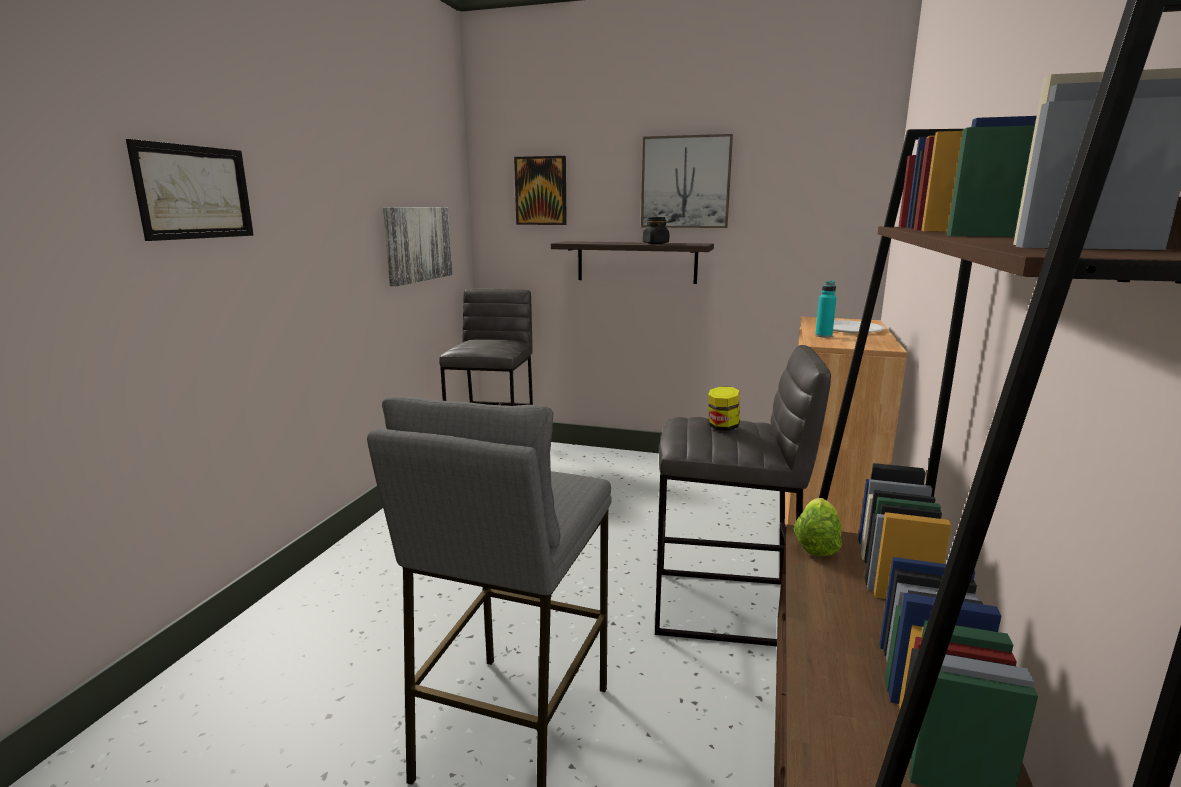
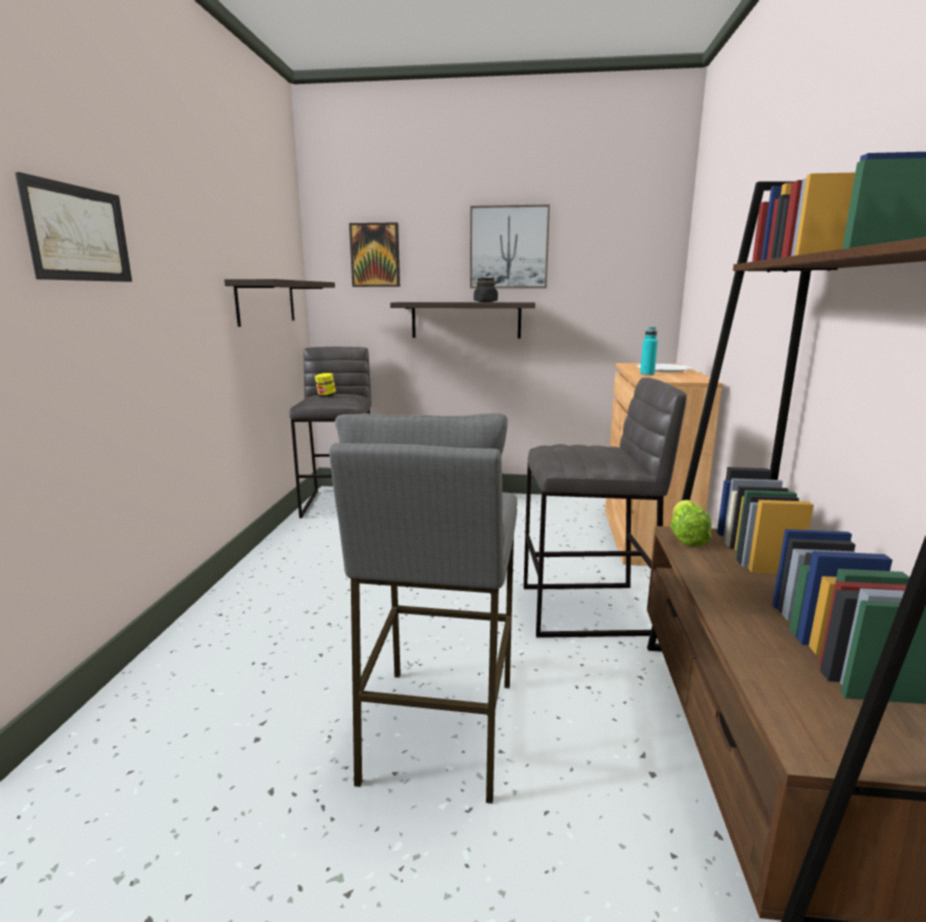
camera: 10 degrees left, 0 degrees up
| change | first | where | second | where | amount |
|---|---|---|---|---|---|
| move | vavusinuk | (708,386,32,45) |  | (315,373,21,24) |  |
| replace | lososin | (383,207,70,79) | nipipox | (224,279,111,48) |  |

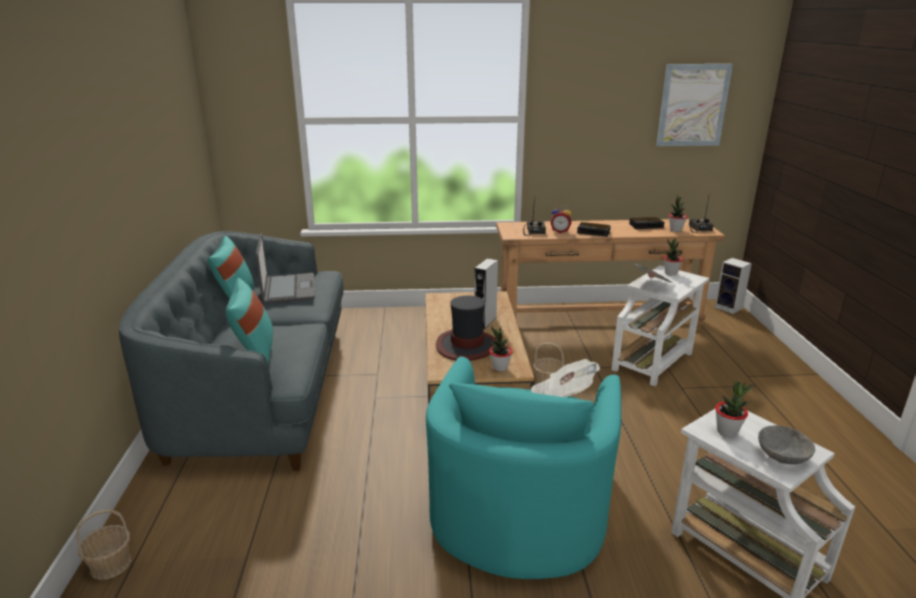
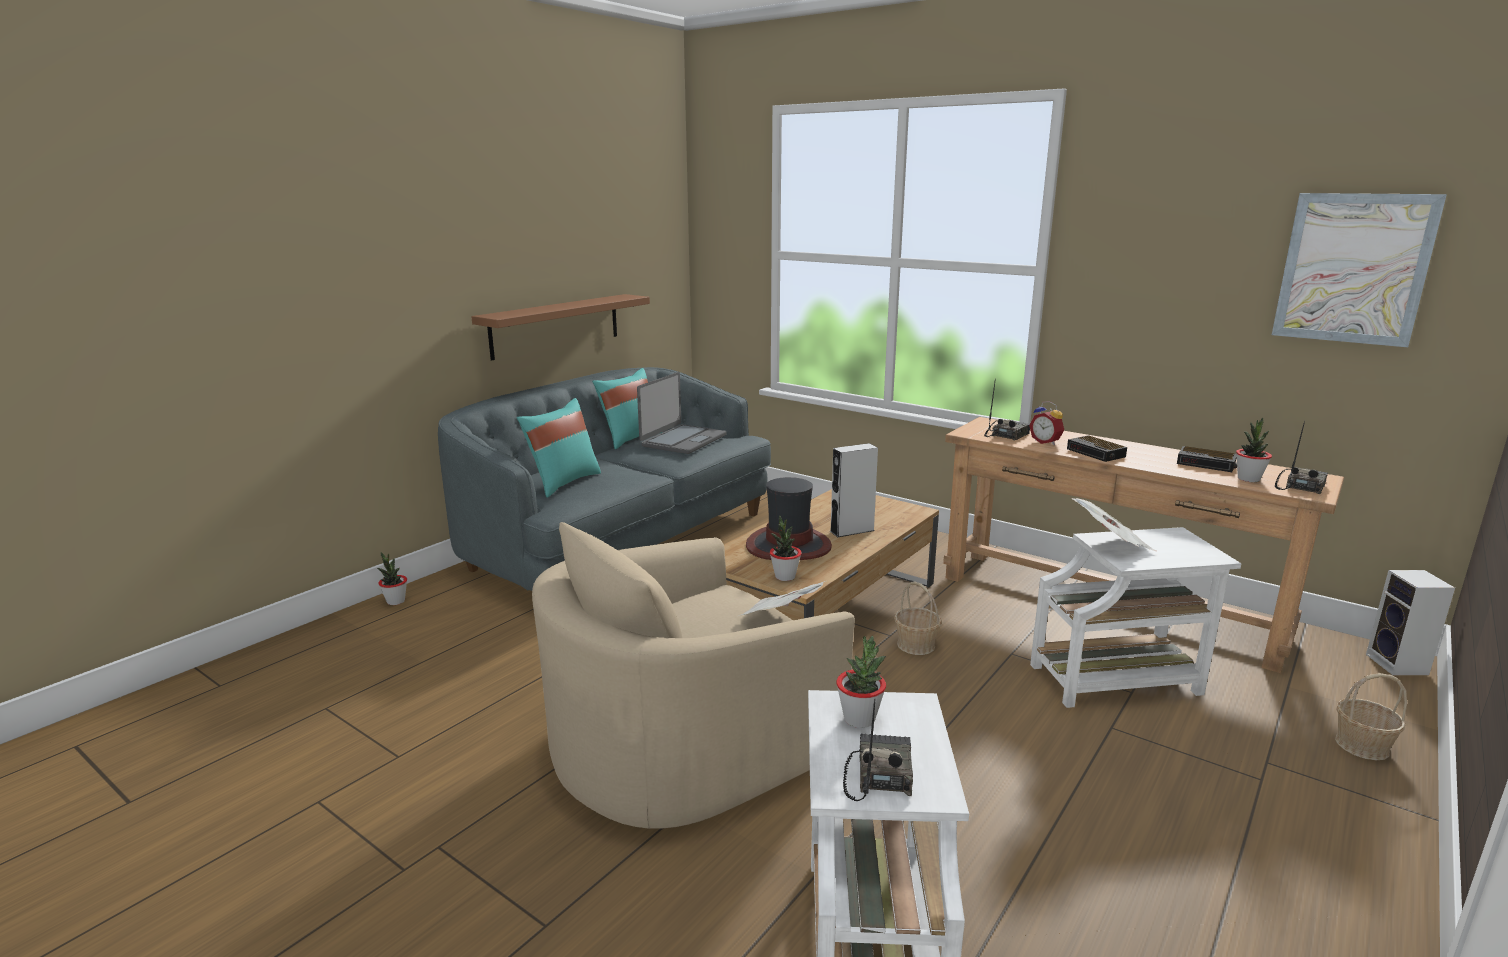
camera: 40 degrees right, 5 degrees down
| change | first | where | second | where | amount |
|---|---|---|---|---|---|
| insert |  |  | nipipox (brown) | (471,294,179,67) |  |
| move | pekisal | (76,509,55,71) |  | (1335,673,72,87) |  |
| move | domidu | (663,239,20,37) |  | (377,552,30,53) |  |
| replace | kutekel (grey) | (758,425,57,39) | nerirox | (843,699,70,102) |  |
| recolor | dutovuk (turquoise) | (426,356,195,223) | dutovuk (beige) | (532,522,323,307) |  |

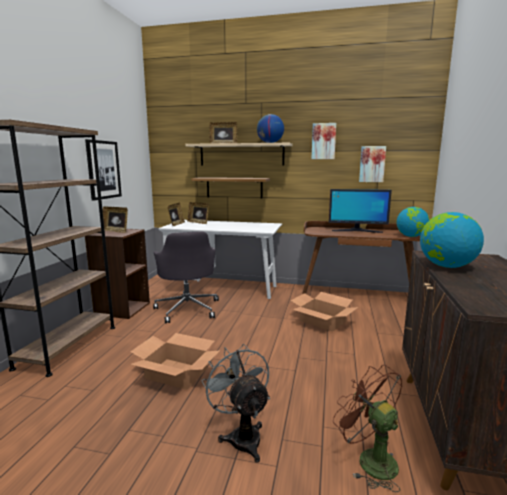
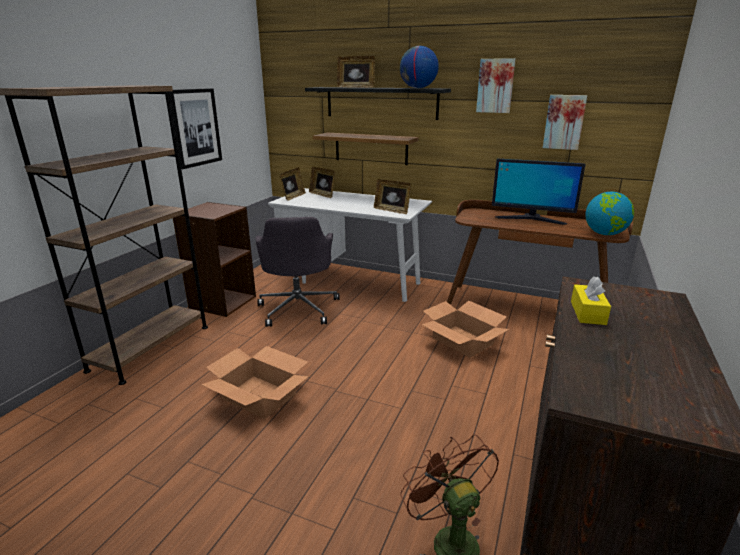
camera: 10 degrees right, 10 degrees up
| change | first | where | second | where | amount |
|---|---|---|---|---|---|
| delete | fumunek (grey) | (202,344,68,119) |  |  |  |
| move | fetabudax | (102,206,26,27) |  | (374,179,37,35) |  |
| replace | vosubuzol | (420,212,64,56) | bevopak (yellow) | (571,276,40,49) |  |
| recolor | nipipox (beige) | (186,143,107,23) | nipipox (black) | (305,87,146,33) |  |

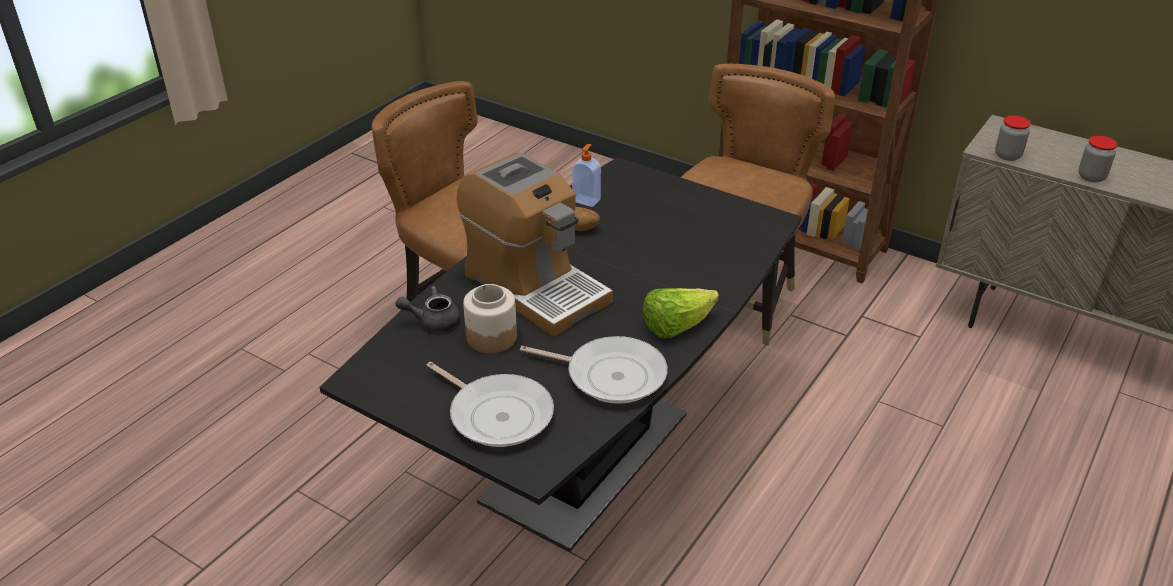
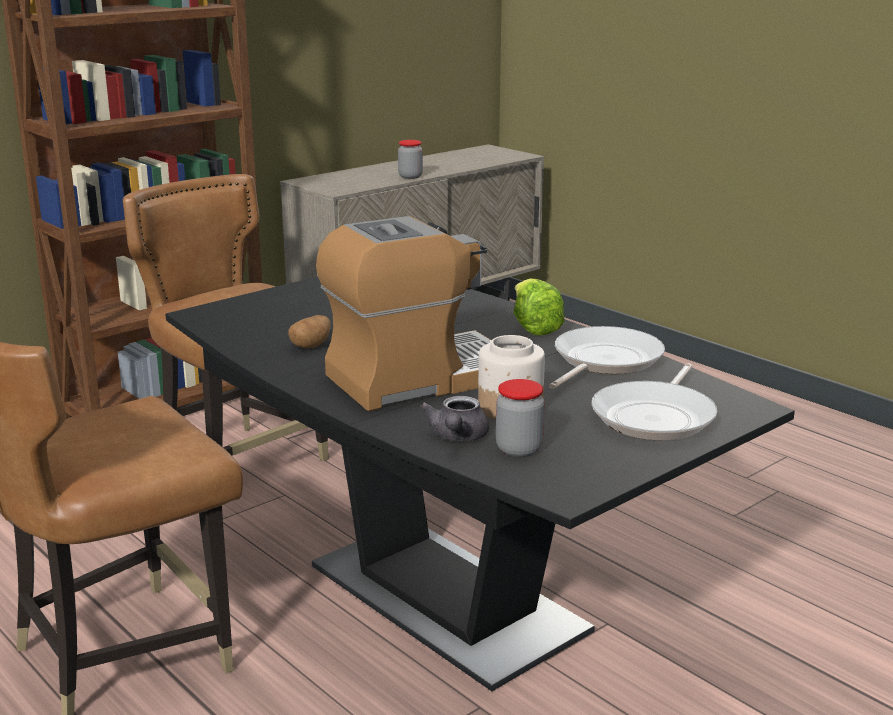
camera: 75 degrees left, 15 degrees down
| change | first | where | second | where | amount |
|---|---|---|---|---|---|
| delete | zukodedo | (572,144,29,63) |  |  |  |
| move | vavusinuk | (995,115,36,46) |  | (496,379,49,78) |  |
| rotate | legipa | (427,362,127,85) |  | (591,363,126,77) | 150 degrees clockwise |

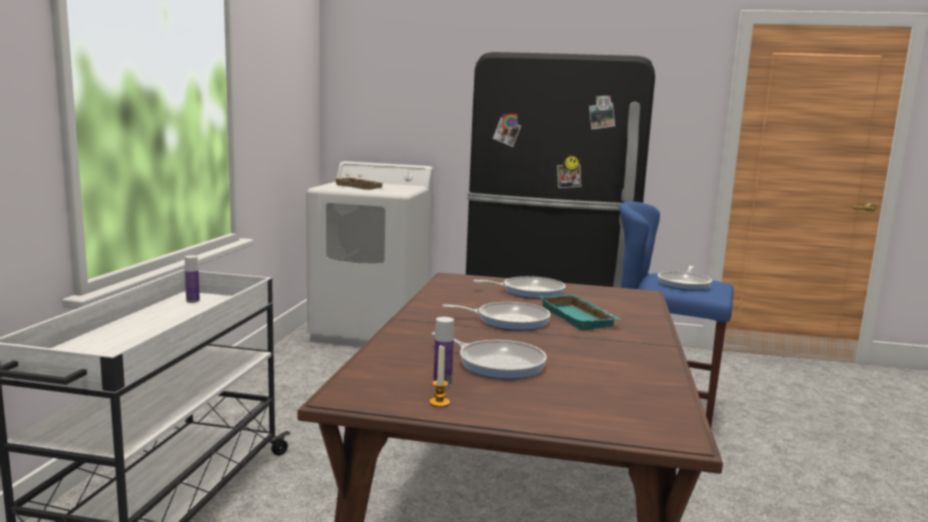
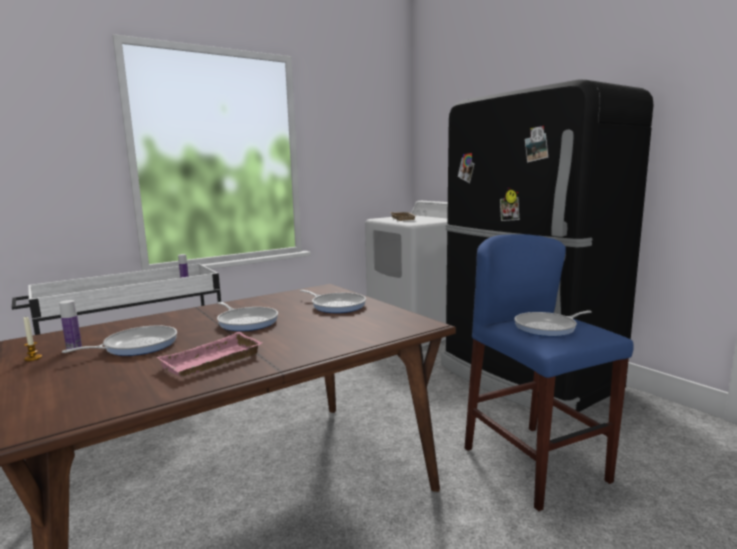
camera: 45 degrees right, 0 degrees up
| change | first | where | second | where | amount |
|---|---|---|---|---|---|
| delete | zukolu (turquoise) | (539,294,81,37) |  |  |  |
| insert |  |  | zukolu (pink) | (157,332,105,45) |  |
| rotate | legipa | (431,332,116,47) |  | (62,325,115,31) | 120 degrees counterclockwise |

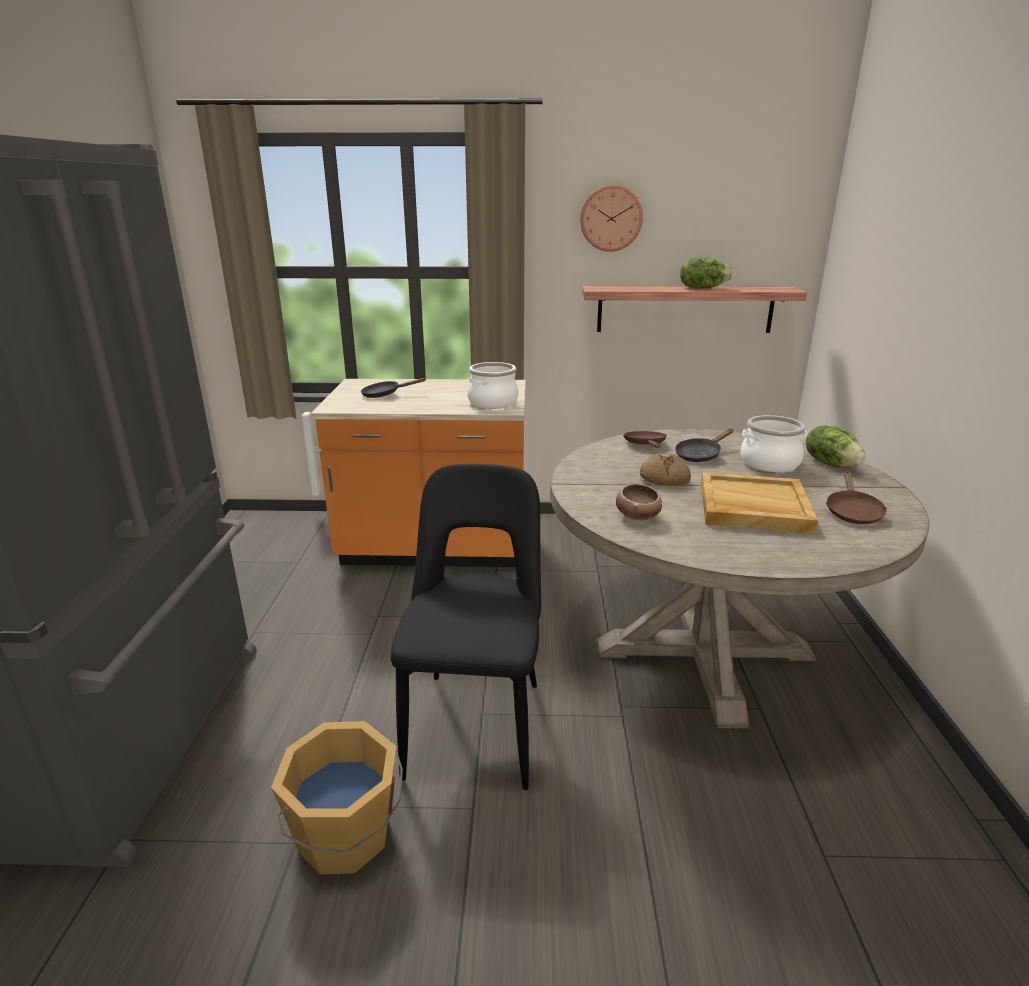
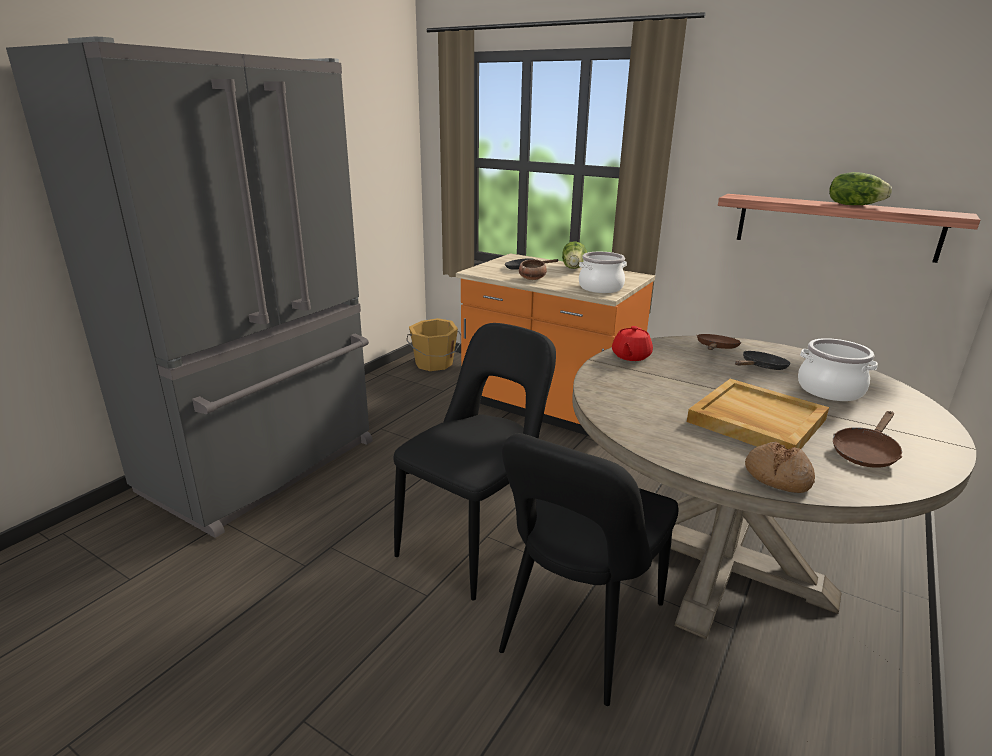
camera: 30 degrees right, 0 degrees up
| change | first | where | second | where | amount |
|---|---|---|---|---|---|
| delete | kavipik | (580,185,63,67) |  |  |  |
| insert |  |  | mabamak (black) | (499,433,179,273) |  |
| insert |  |  | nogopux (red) | (612,326,41,35) |  |
| move | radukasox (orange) | (271,721,132,154) |  | (406,318,55,53) |  |
| move | kutekel | (616,484,46,37) |  | (519,259,28,21) |  |
| move | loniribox | (640,454,51,32) |  | (745,442,70,51) |  |
| move | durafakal | (806,425,60,42) |  | (562,241,25,28) |  |
| rotate | legipa (black) | (675,429,58,33) |  | (735,351,56,19) | 150 degrees clockwise |

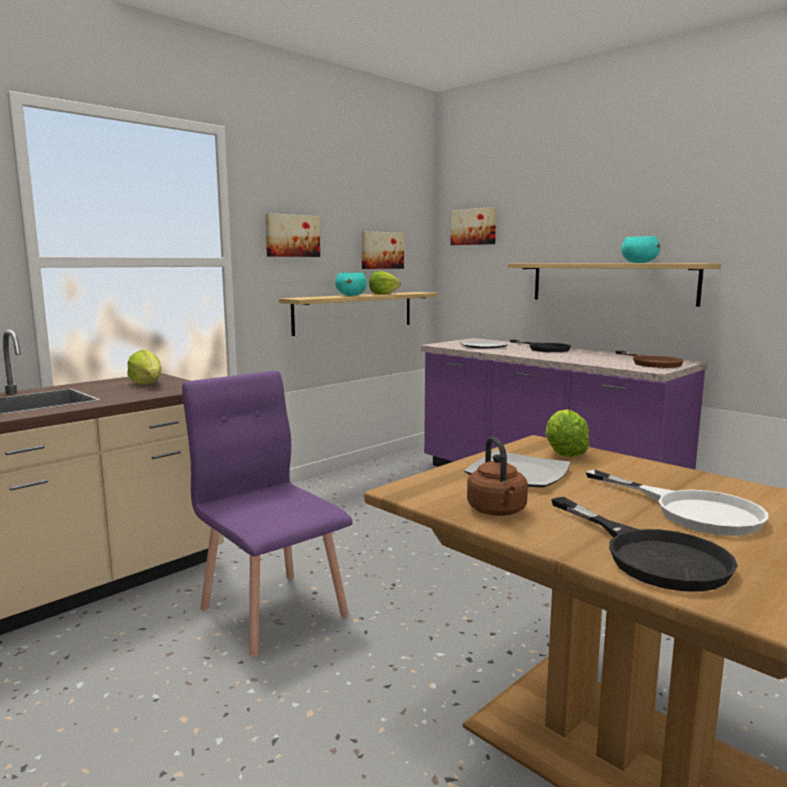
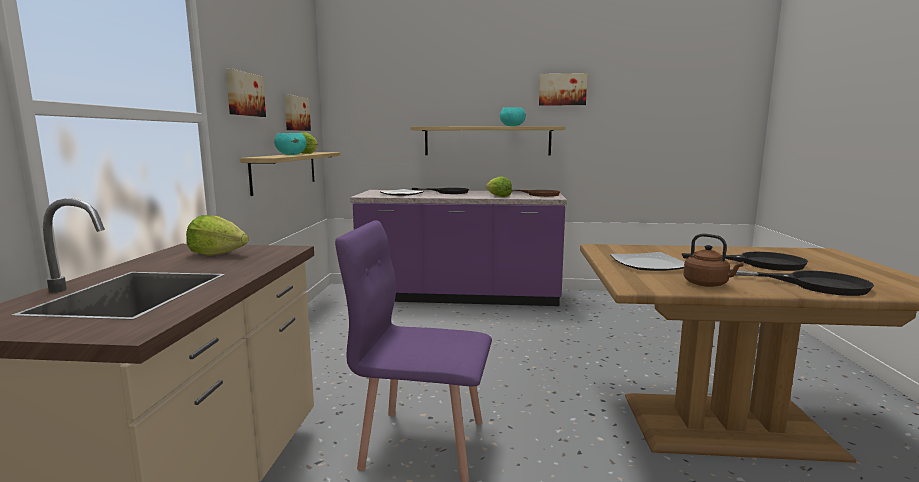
camera: 40 degrees left, 0 degrees up
| change | first | where | second | where | amount |
|---|---|---|---|---|---|
| move | lososin | (450,207,46,38) |  | (539,73,48,33) |  |
| move | durafakal | (545,409,45,48) |  | (486,176,26,21) |  |
| recolor | legipa (white) | (586,469,183,67) | legipa (black) | (682,252,126,19) |  |

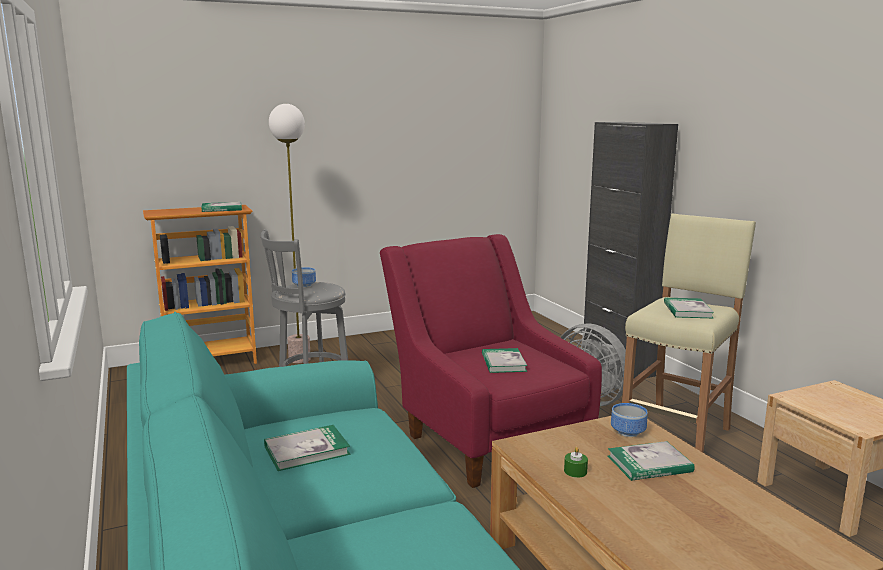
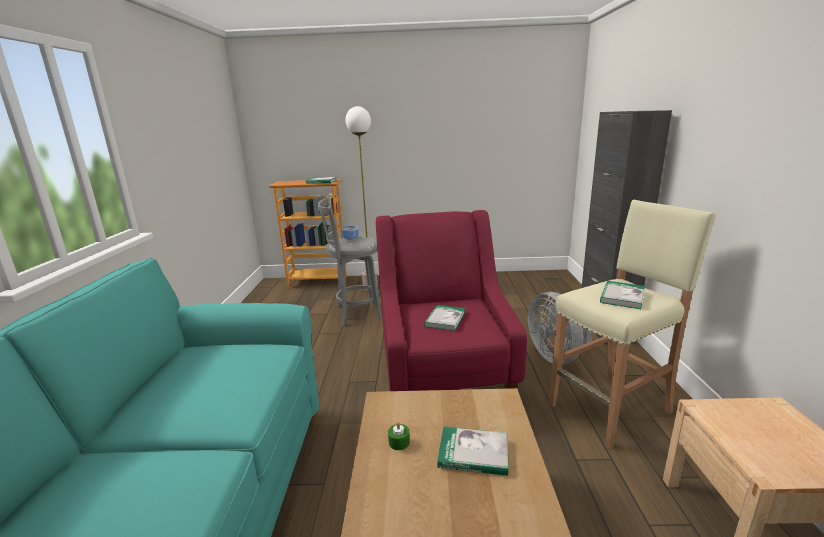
camera: 25 degrees right, 5 degrees up
| change | first | where | second | where | amount |
|---|---|---|---|---|---|
| delete | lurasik | (264,425,87,46) |  |  |  |
| delete | kutekel | (611,403,37,34) |  |  |  |

